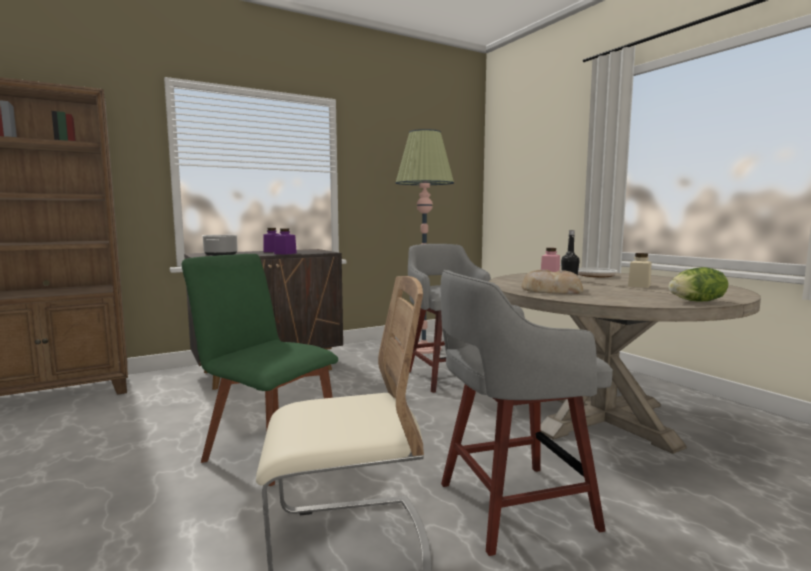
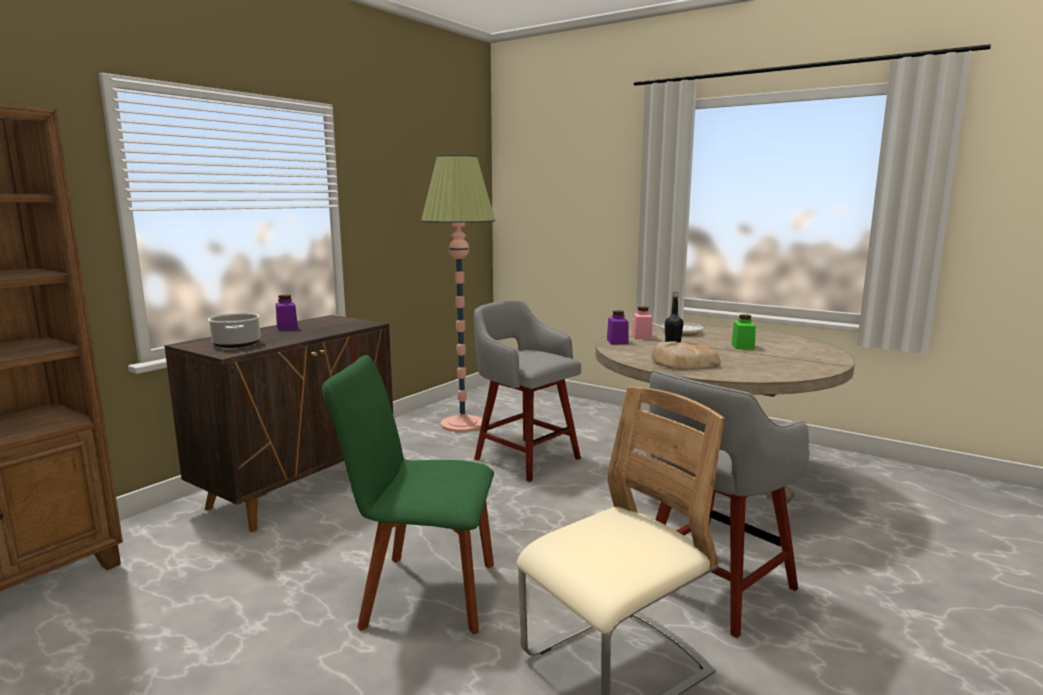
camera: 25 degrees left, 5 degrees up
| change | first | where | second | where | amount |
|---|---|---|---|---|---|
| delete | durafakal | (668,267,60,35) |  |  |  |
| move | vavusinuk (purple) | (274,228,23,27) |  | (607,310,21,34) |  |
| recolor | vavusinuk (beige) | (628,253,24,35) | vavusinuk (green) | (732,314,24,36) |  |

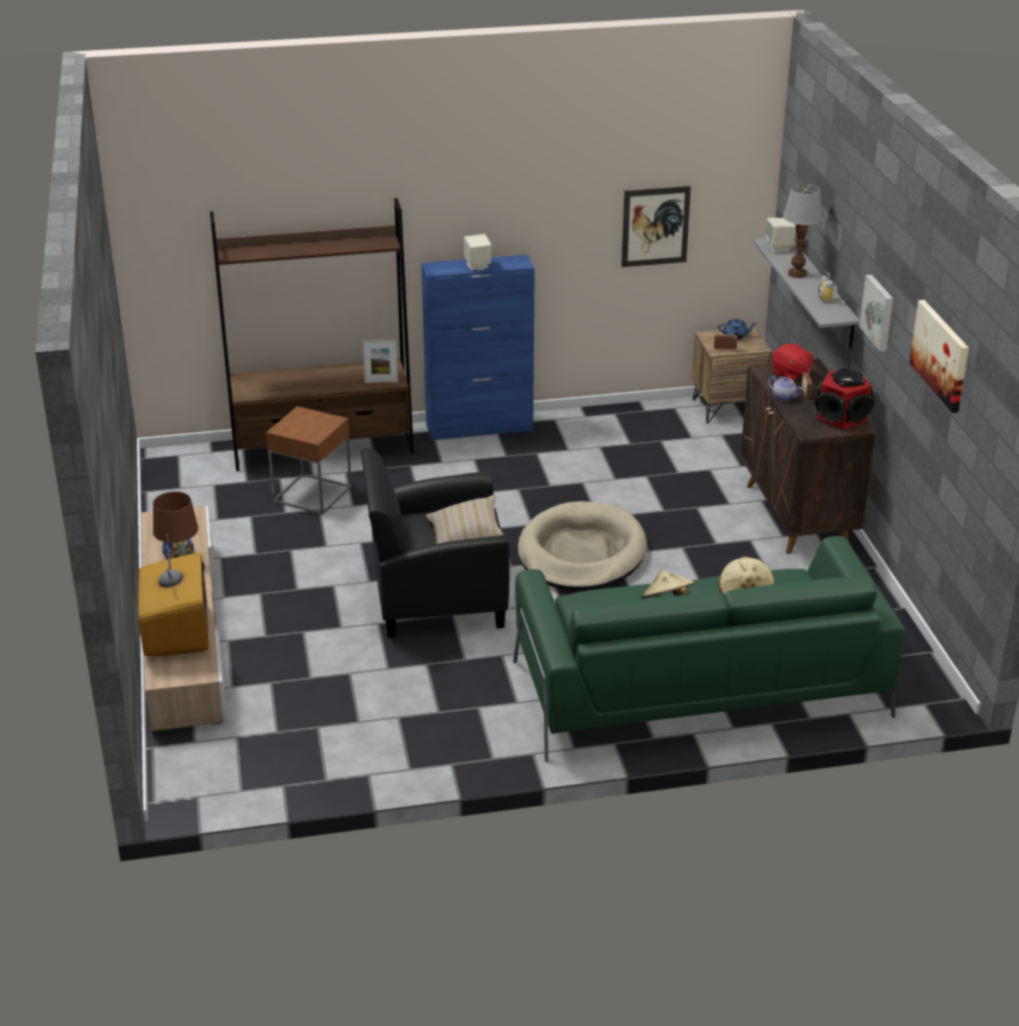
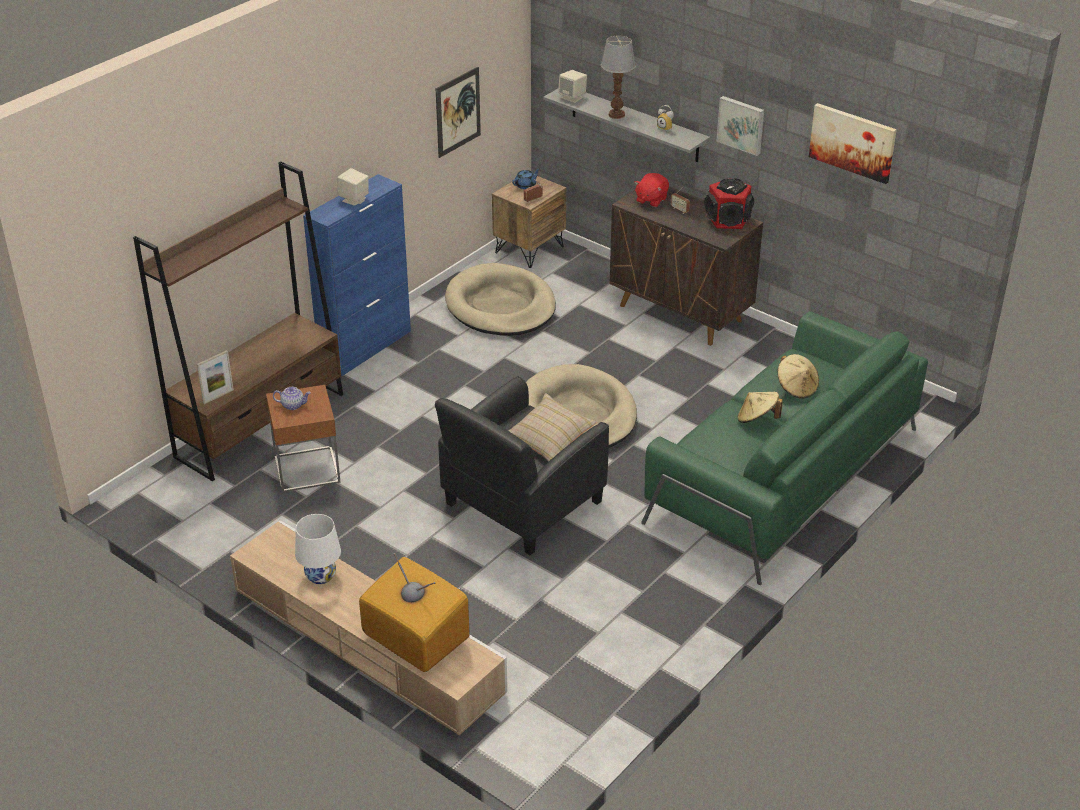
camera: 40 degrees left, 5 degrees up
| change | first | where | second | where | amount |
|---|---|---|---|---|---|
| insert |  |  | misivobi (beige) | (445,263,111,73) |  |
| move | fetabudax | (363,340,35,43) |  | (197,350,37,54) |  |
| move | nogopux | (768,376,34,25) |  | (273,387,38,23) |  |
| recolor | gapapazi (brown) | (153,492,45,67) | gapapazi (white) | (295,514,46,70) |  |
| rotate | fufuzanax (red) | (772,344,43,38) |  | (635,173,34,34) | 105 degrees clockwise |

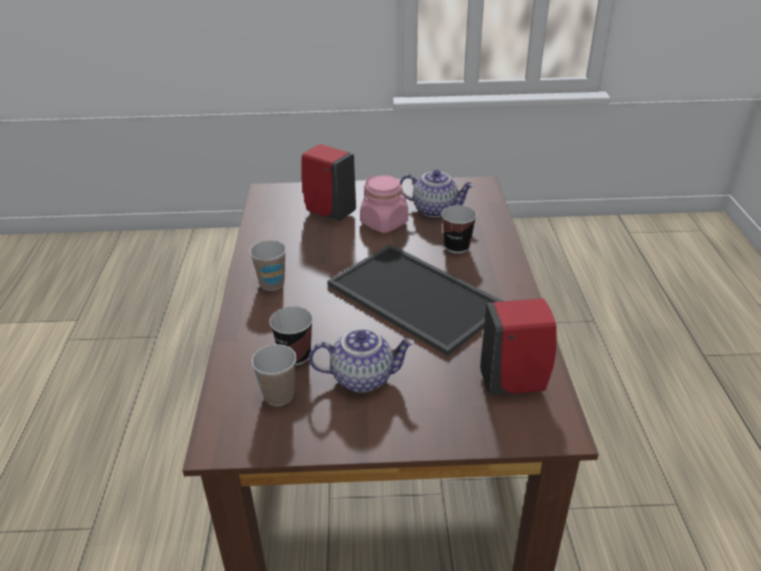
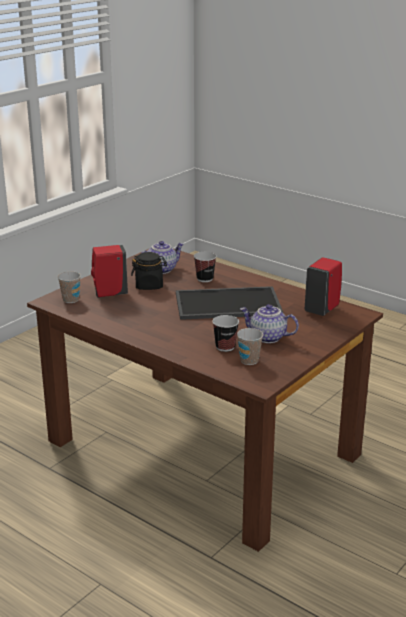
camera: 50 degrees left, 10 degrees down
| change | first | where | second | where | amount |
|---|---|---|---|---|---|
| move | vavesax | (249,240,37,51) |  | (58,271,23,32) |  |
| recolor | vavusinuk (pink) | (360,175,48,58) | vavusinuk (black) | (131,252,36,38) |  |
| rotate | nogopux | (309,328,106,65) |  | (240,304,59,39) | 105 degrees counterclockwise |

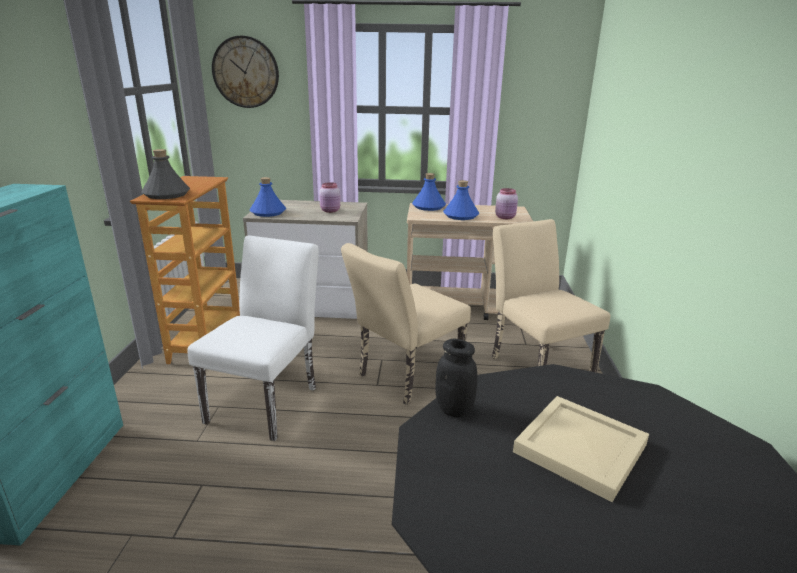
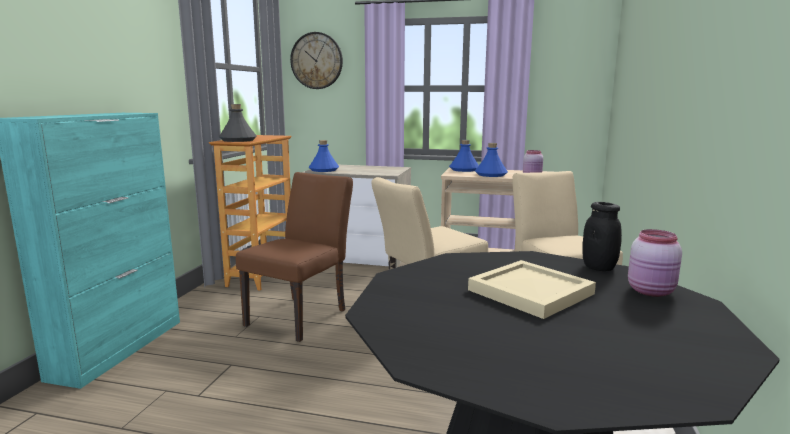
camera: 10 degrees right, 10 degrees down
| change | first | where | second | where | amount |
|---|---|---|---|---|---|
| move | vavusinuk (pink) | (319,182,21,31) |  | (628,229,54,68) |  |
| move | vavusinuk (black) | (435,339,42,78) |  | (582,202,40,69) |  |
| recolor | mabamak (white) | (187,235,132,206) | mabamak (brown) | (236,172,117,170) |  |

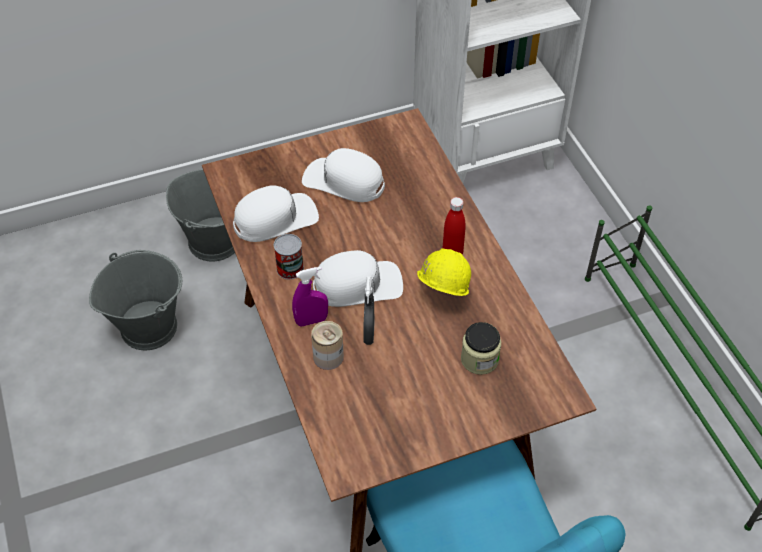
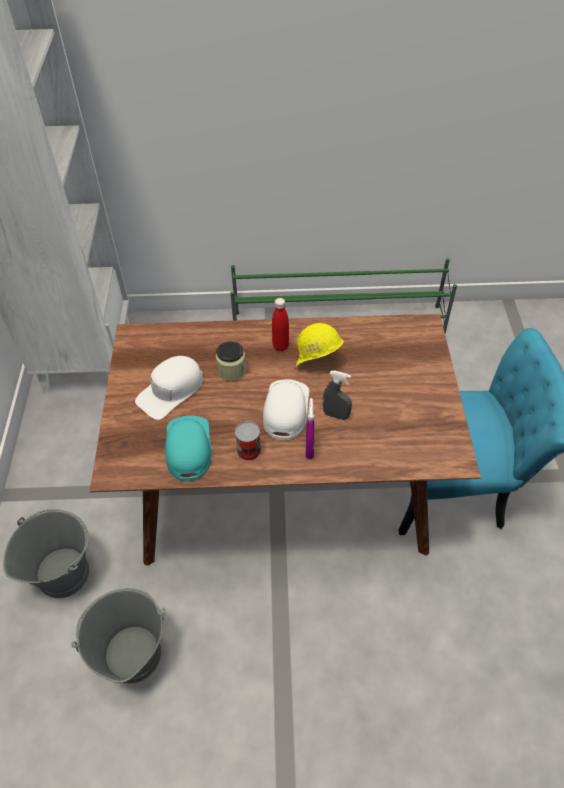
camera: 70 degrees left, 0 degrees up
| change | first | where | second | where | amount |
|---|---|---|---|---|---|
| delete | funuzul | (311,321,33,49) |  |  |  |
| move | vavusinuk | (461,322,40,53) |  | (216,341,30,40) |  |
| recolor | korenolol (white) | (233,185,86,57) | korenolol (turquoise) | (165,415,46,66) |  |

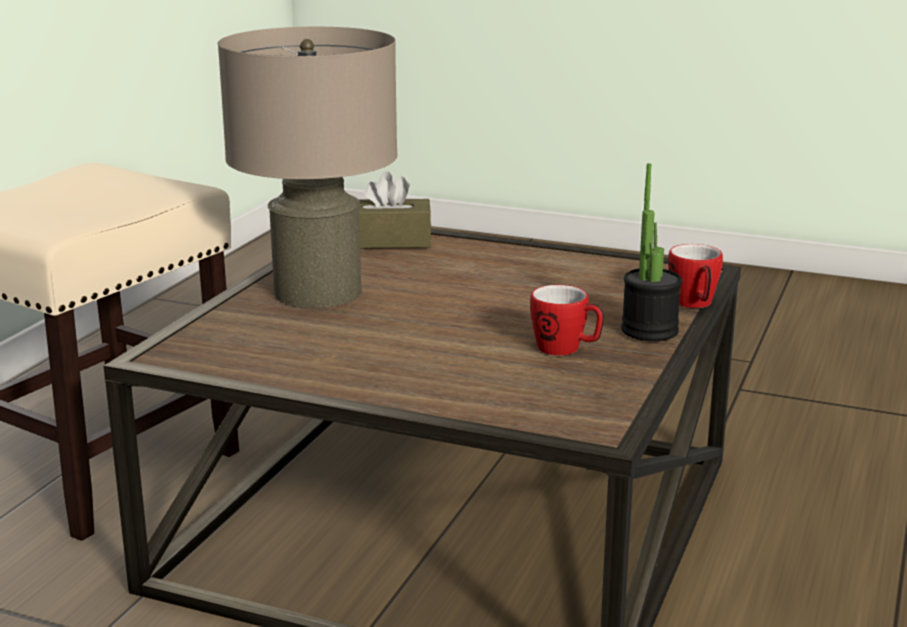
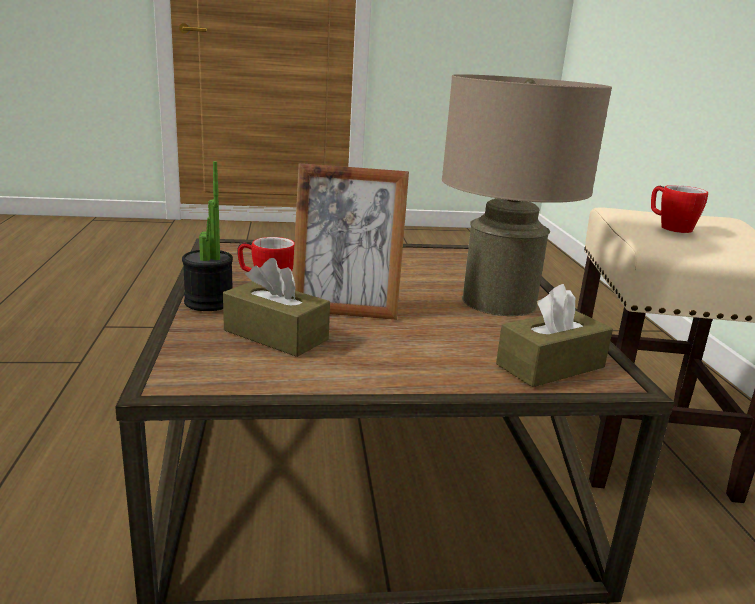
camera: 150 degrees right, 0 degrees up
| change | first | where | second | where | amount |
|---|---|---|---|---|---|
| insert |  |  | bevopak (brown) | (223,258,107,99) |  |
| insert |  |  | fetabudax | (293,163,116,157) |  |
| move | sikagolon | (668,244,55,64) |  | (651,185,57,48) |  |

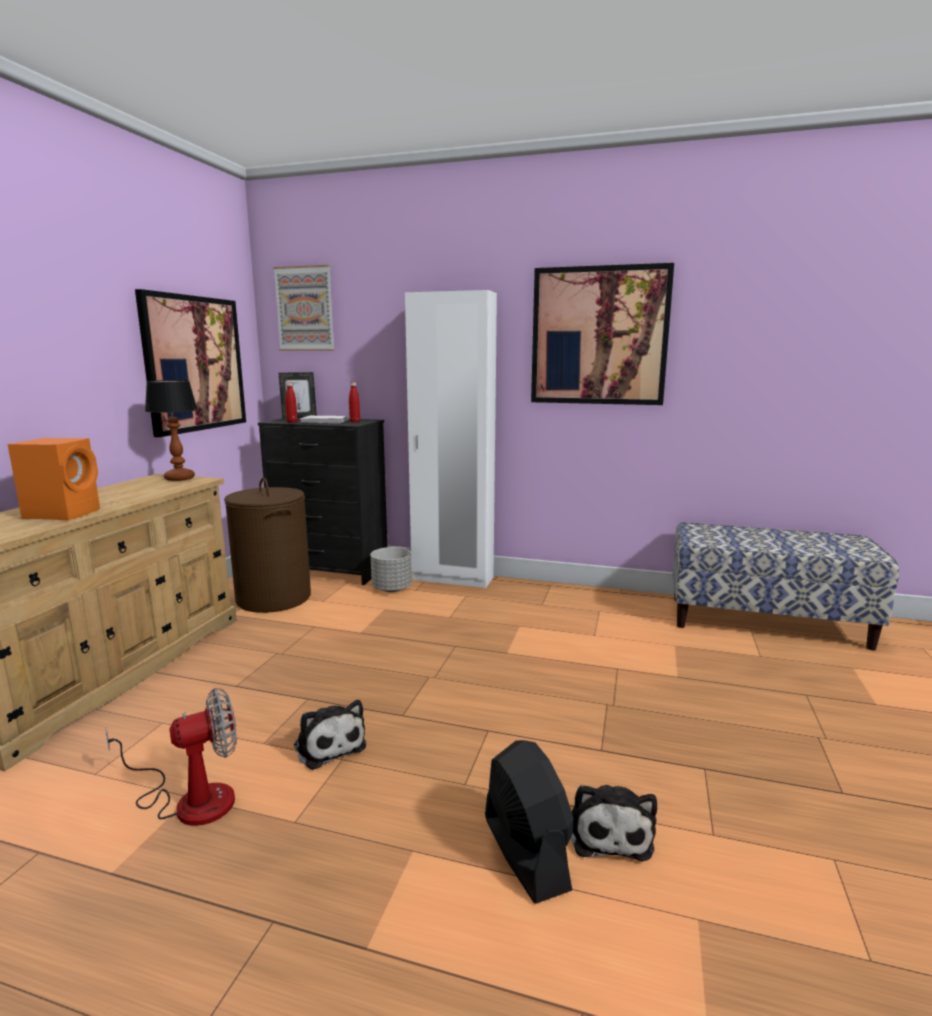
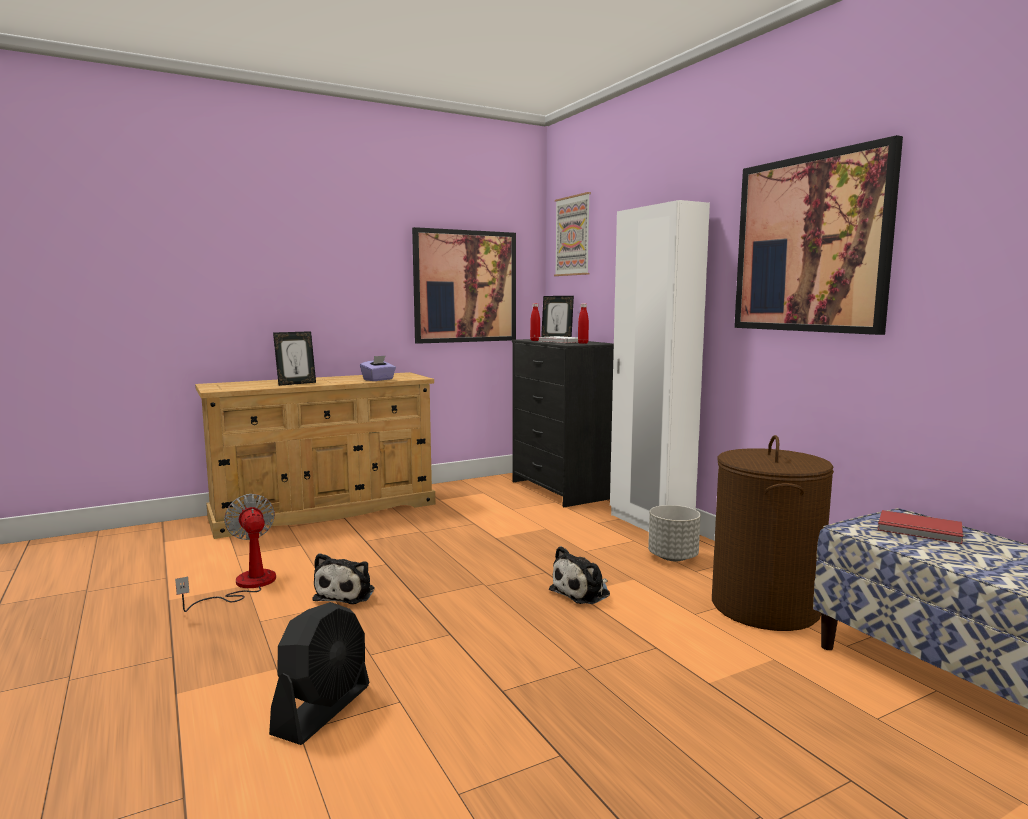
camera: 45 degrees right, 5 degrees down
| change | first | where | second | where | amount |
|---|---|---|---|---|---|
| delete | gapapazi | (145,380,53,101) |  |  |  |
| insert |  |  | bevopak (purple) | (360,355,36,26) |  |
| insert |  |  | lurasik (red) | (878,510,85,34) |  |
| move | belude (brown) | (224,478,87,135) |  | (712,435,122,196) |  |
| move | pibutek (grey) | (371,547,41,45) |  | (648,505,53,56) |  |
| move | fufuzanax | (571,785,86,77) |  | (549,546,61,58) |  |
| replace | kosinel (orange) | (8,438,92,82) | fetabudax | (273,331,43,55) |  |
| rotate | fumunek | (106,688,131,138) |  | (175,494,101,118) | 135 degrees counterclockwise |

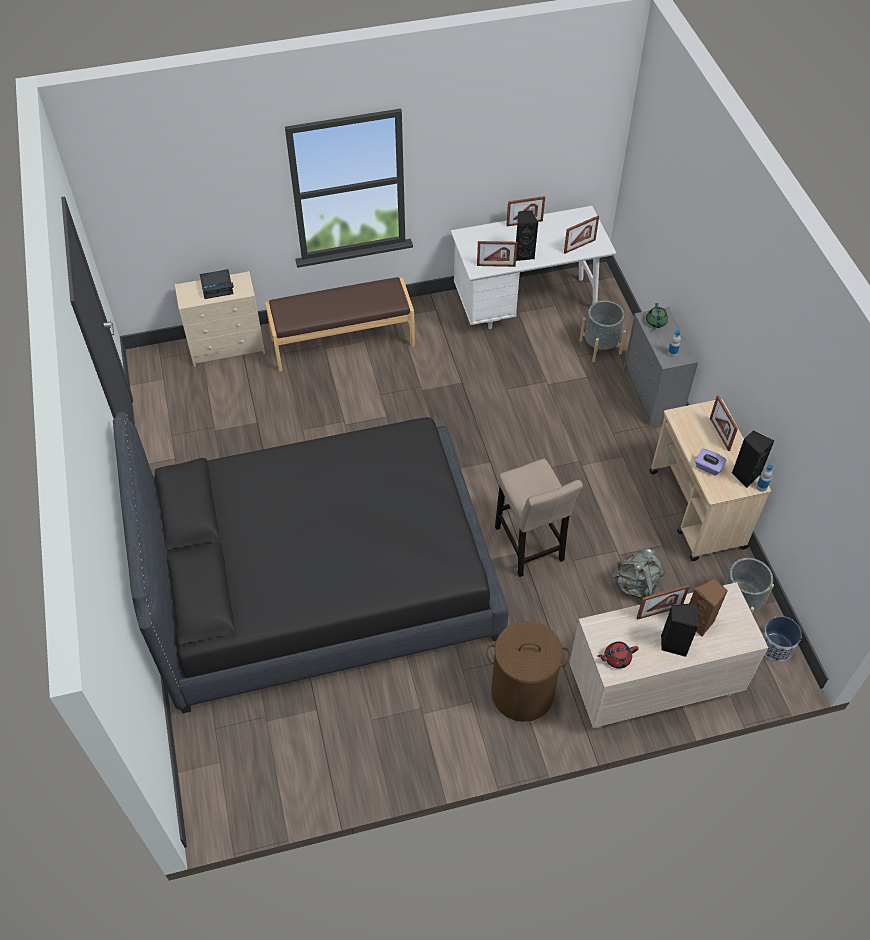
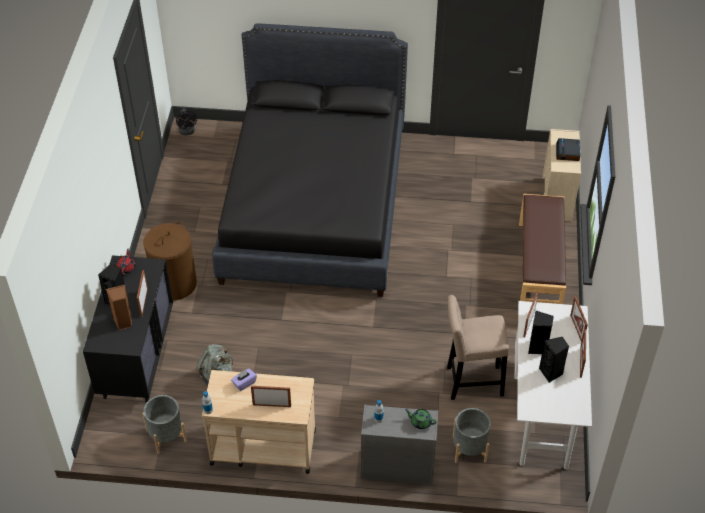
camera: 110 degrees right, 5 degrees down
| change | first | where | second | where | amount |
|---|---|---|---|---|---|
| delete | pibutek | (762,616,40,46) |  |  |  |
| insert |  |  | fumunek (black) | (176,108,21,28) |  |
| move | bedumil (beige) | (495,459,88,118) |  | (447,295,62,105) |  |
| move | fetabudax | (564,216,35,38) |  | (570,296,18,46) |  |
| move | kosinel (black) | (732,431,42,57) |  | (539,337,30,46) |  |
| recolor | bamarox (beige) | (569,582,199,146) | bamarox (black) | (83,255,90,147) |  |

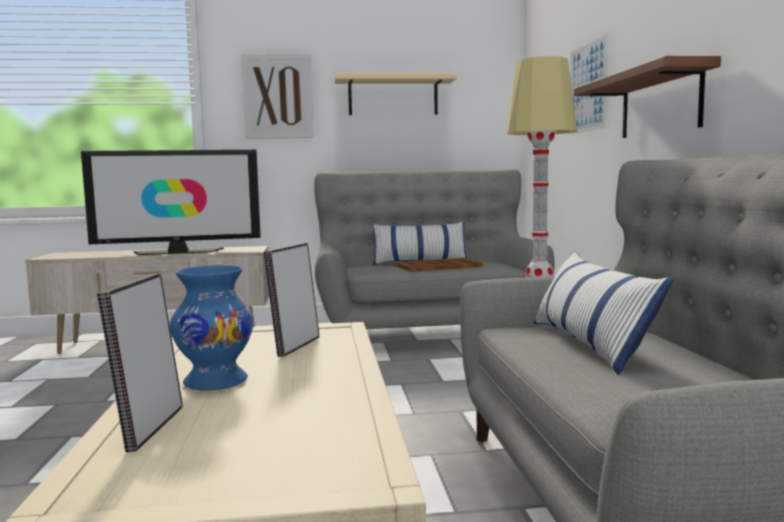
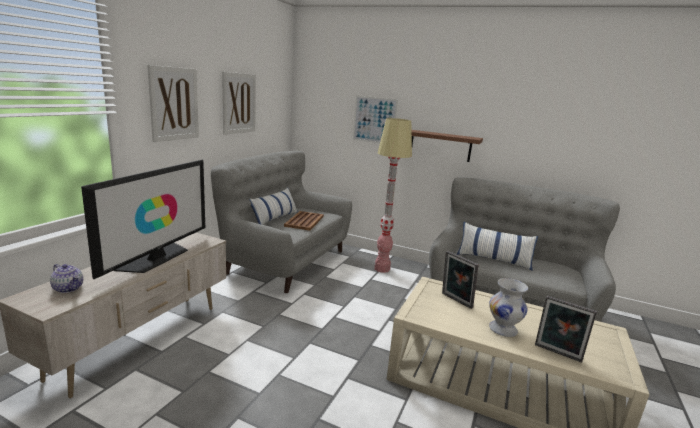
camera: 60 degrees left, 10 degrees up
| change | first | where | second | where | amount |
|---|---|---|---|---|---|
| insert |  |  | nogopux | (50,264,33,29) |  |
| replace | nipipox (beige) | (334,73,123,42) | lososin | (222,72,34,63) |  |
| recolor | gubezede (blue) | (170,265,84,125) | gubezede (white) | (489,278,39,59) |  |

